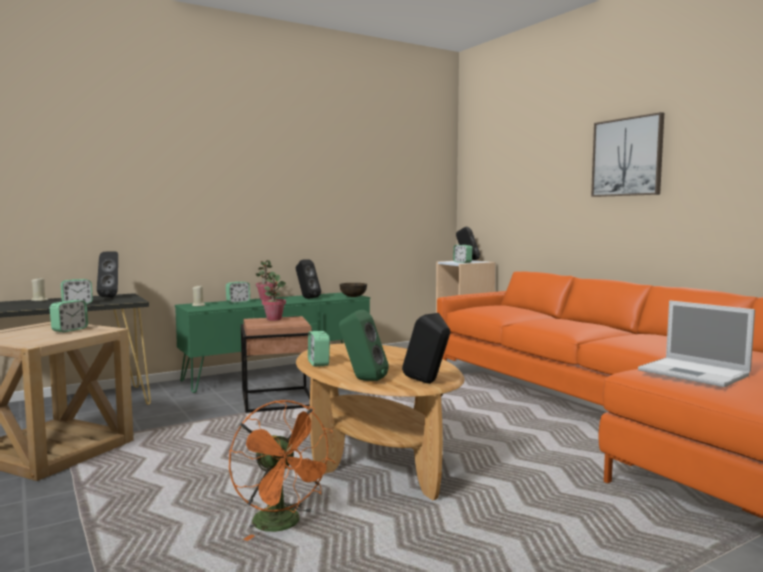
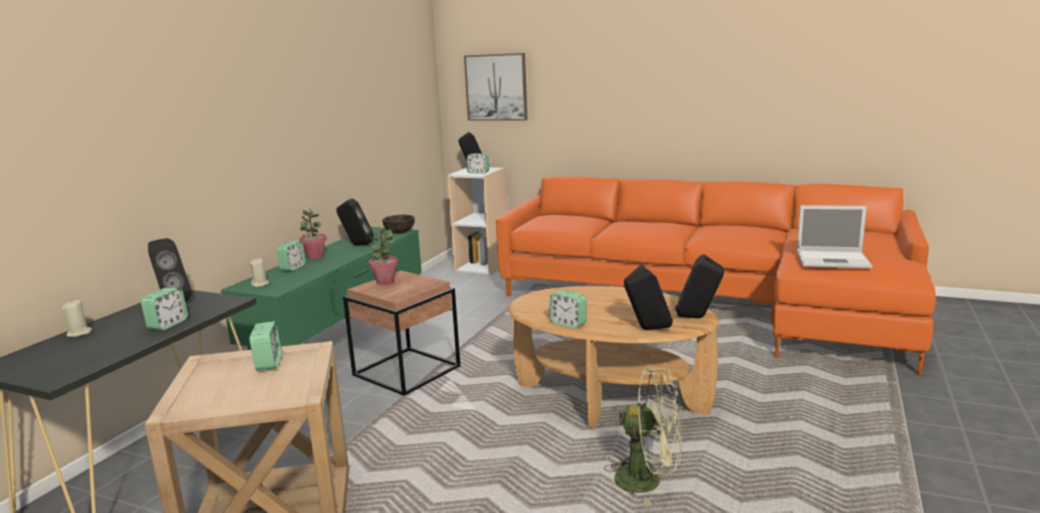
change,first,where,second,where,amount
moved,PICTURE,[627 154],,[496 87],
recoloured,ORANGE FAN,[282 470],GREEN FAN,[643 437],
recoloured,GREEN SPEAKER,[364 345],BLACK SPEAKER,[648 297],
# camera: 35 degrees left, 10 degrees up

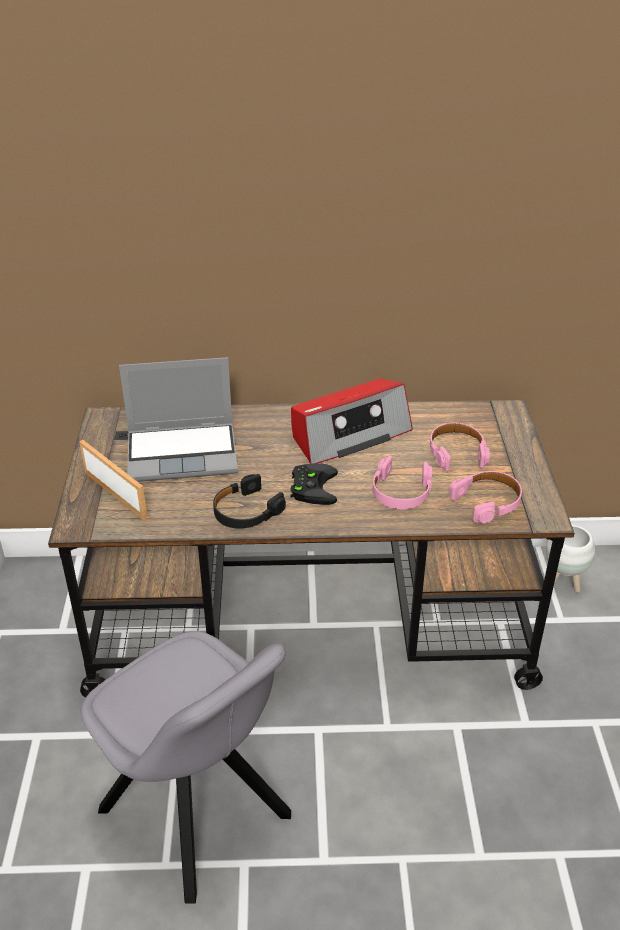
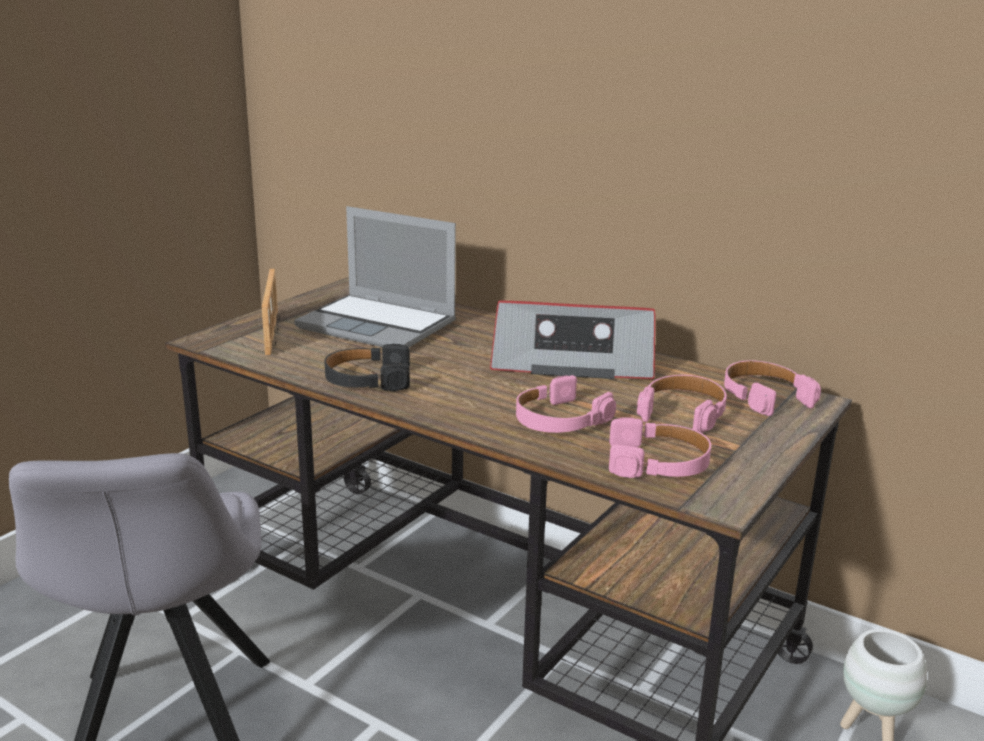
change,first,where,second,where,amount
removed,BLACK GAME CONTROLLER,[314 484],,,
added,,,PINK HEADPHONES,[772 388],
# camera: 35 degrees right, 15 degrees down

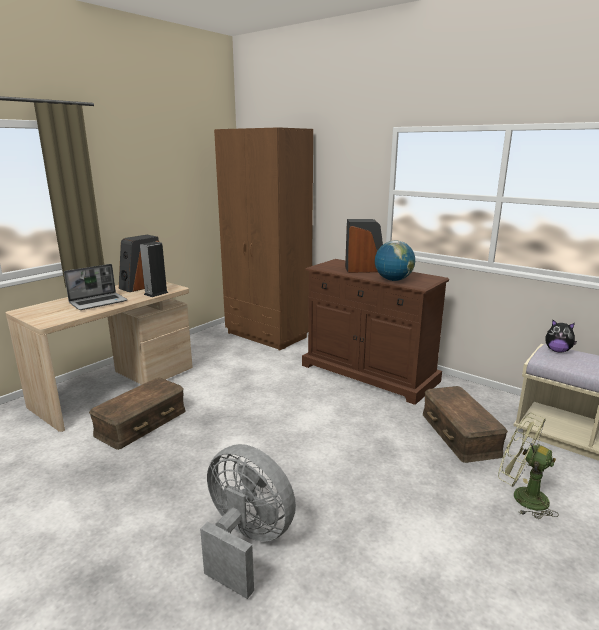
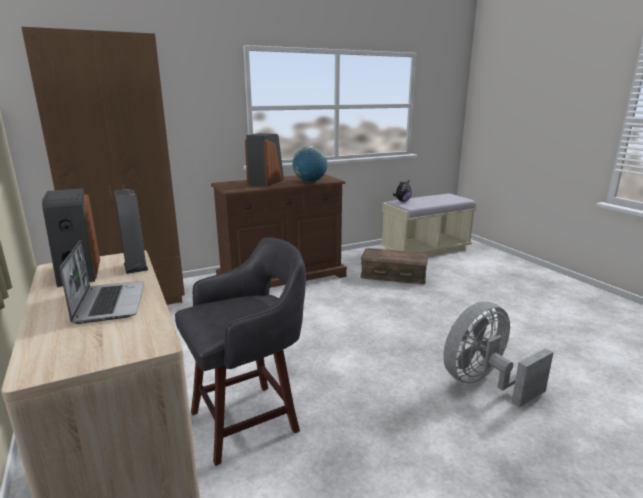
change,first,where,second,where,amount
removed,GREEN FAN,[528 466],,,
replaced,BROWN STORAGE BOX,[137 414],GREY STOOL,[240 352],
# camera: 65 degrees left, 0 degrees up

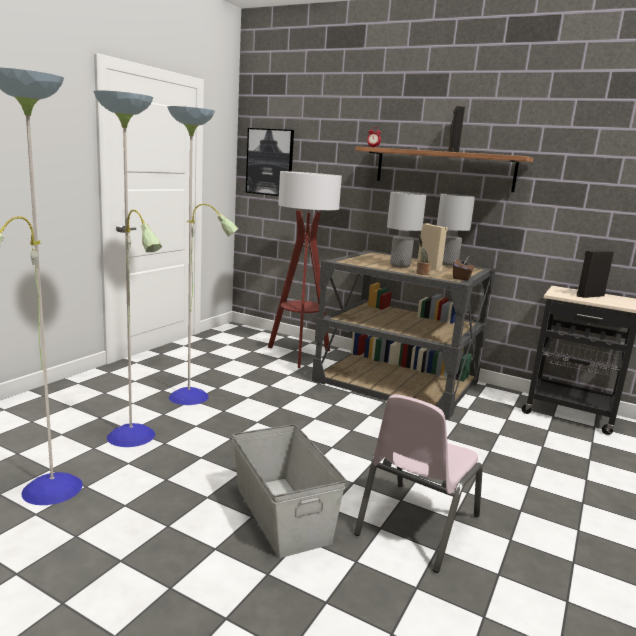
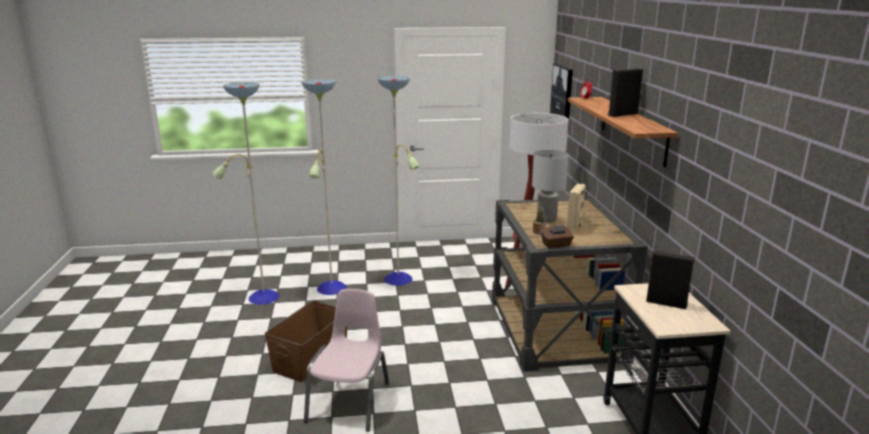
change,first,where,second,where,amount
removed,GREY TABLE LAMP,[456 230],,,
recoloured,GREY STORAGE BOX,[289 491],BROWN STORAGE BOX,[305 341],
turned,PINK CHAIR,[418 484],,[346 360],105 degrees clockwise
# camera: 55 degrees right, 5 degrees up

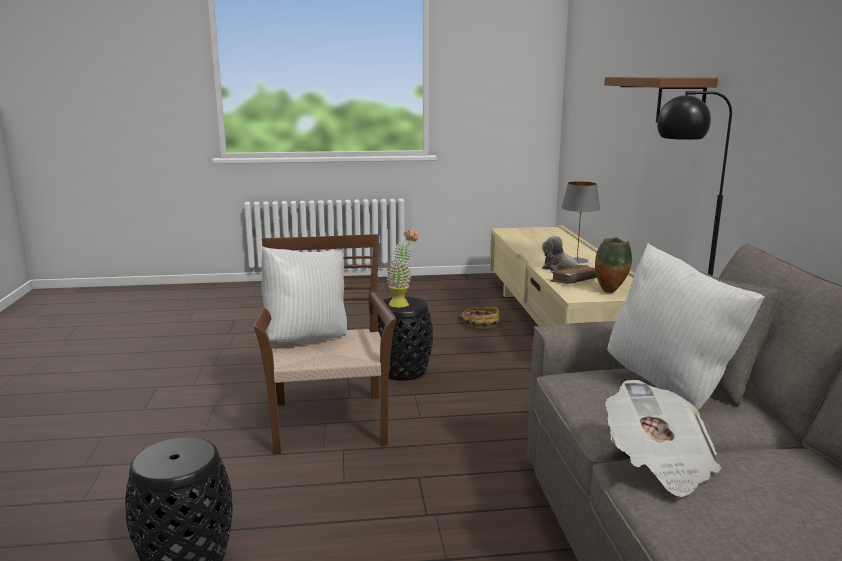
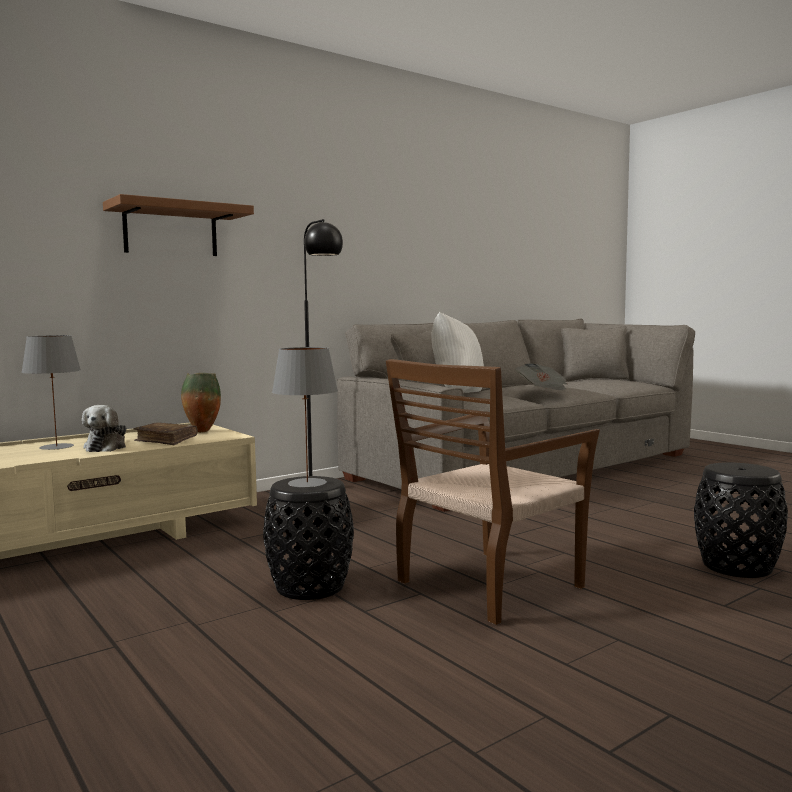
change,first,where,second,where,amount
removed,WHITE PILLOW,[304 294],,,
removed,BASKET,[478 318],,,
replaced,POTTED PLANT,[403 268],GREY TABLE LAMP,[305 417],
# camera: 120 degrees left, 10 degrees down

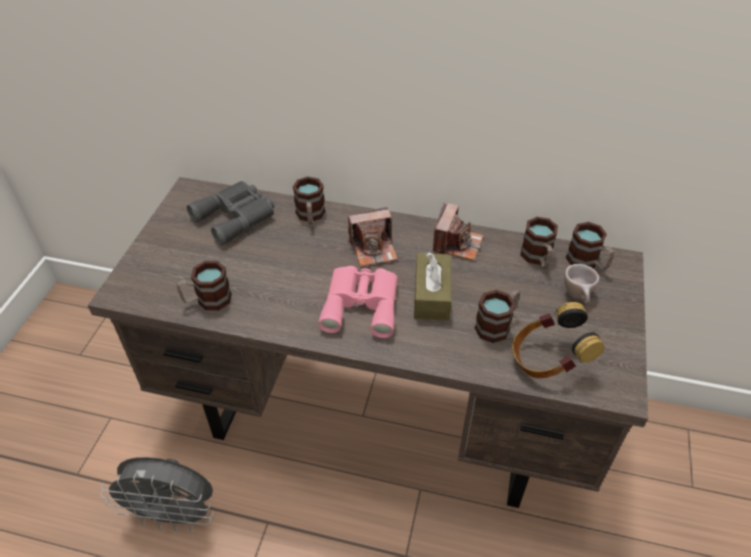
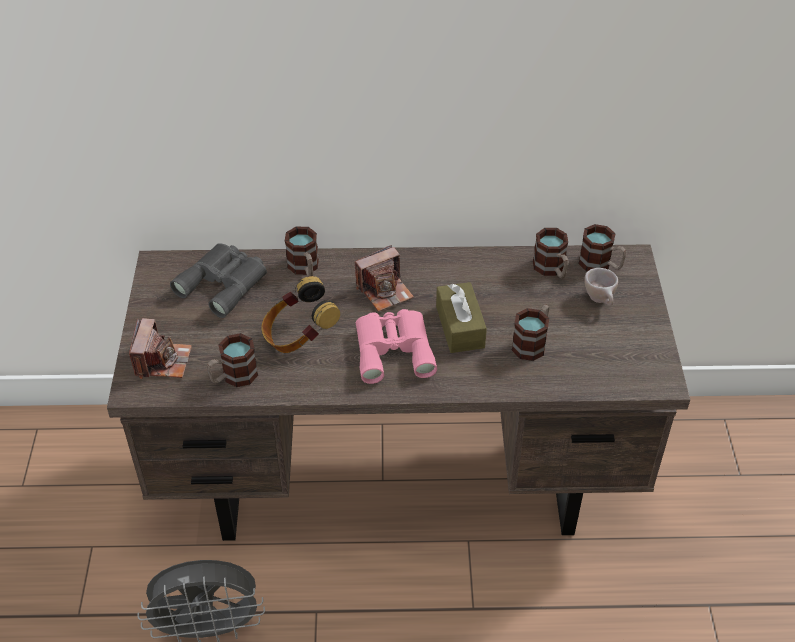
change,first,where,second,where,amount
moved,PHOTO CAMERA,[458 232],,[160 348],
moved,HEADPHONES,[558 340],,[300 314],
# camera: 15 degrees left, 0 degrees up

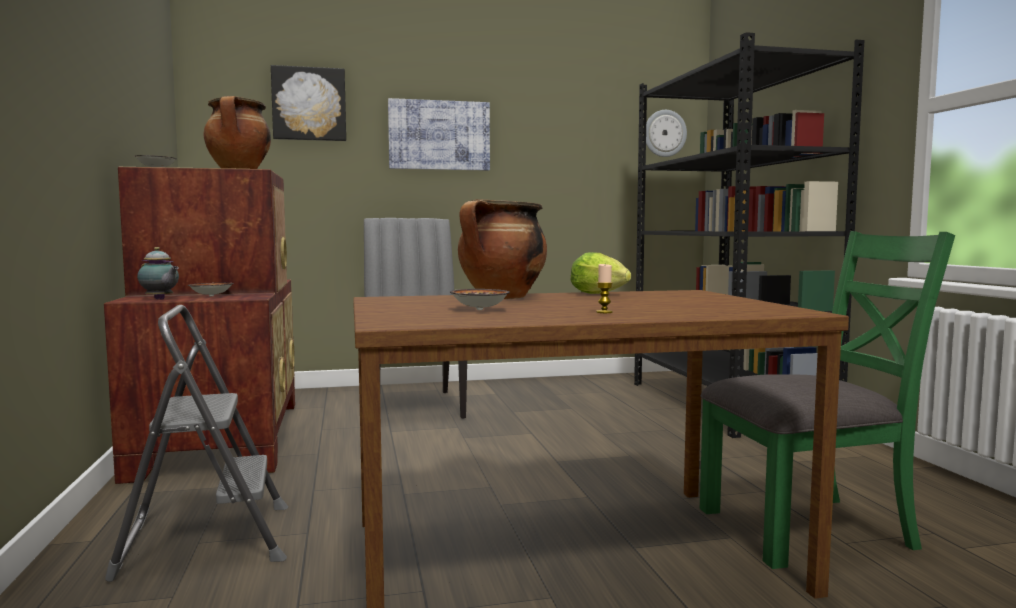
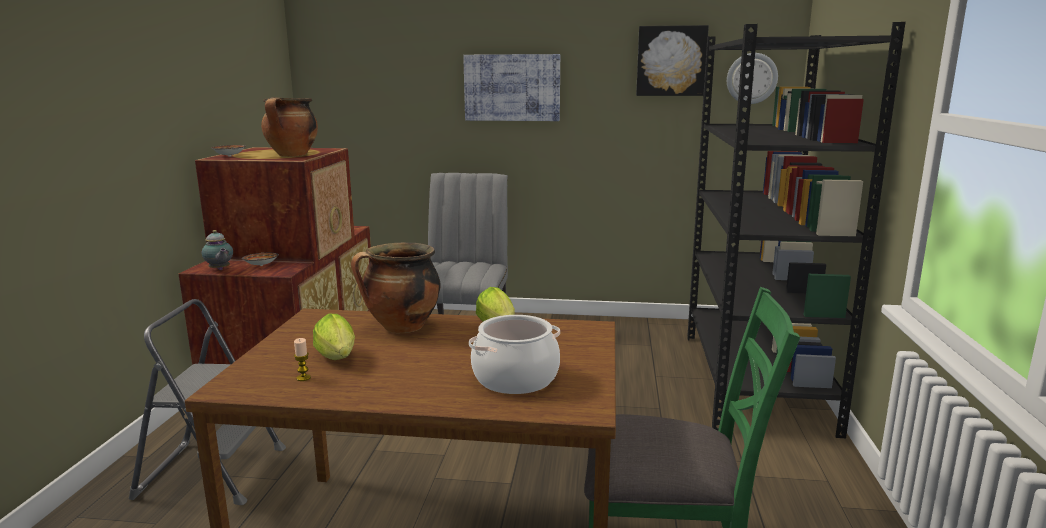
change,first,where,second,where,amount
added,,,COOKING POT,[514 354],
moved,PICTURE,[308 103],,[672 60],
moved,CANDLE,[604 288],,[302 359],
replaced,BOWL,[480 299],LETTUCE,[334 337],
# camera: 20 degrees right, 10 degrees up

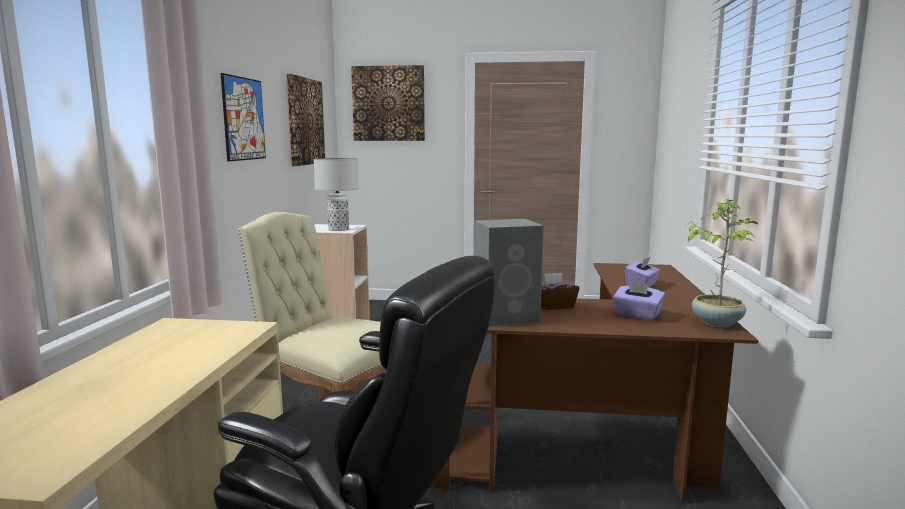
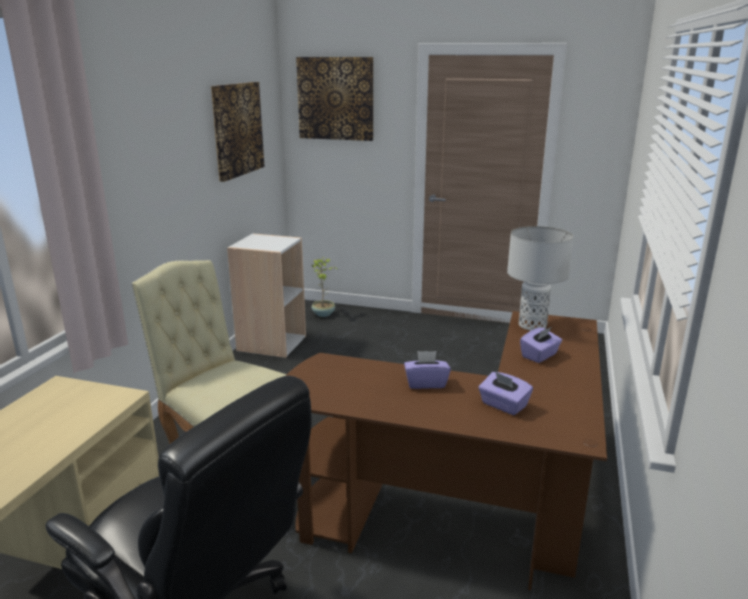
change,first,where,second,where,amount
removed,PICTURE,[243 117],,,
removed,GREY SPEAKER,[508 273],,,
moved,WHITE TABLE LAMP,[336 194],,[540 278],
moved,POTTED PLANT,[722 263],,[324 287],
recoloured,BROWN TISSUE BOX,[560 291],PURPLE TISSUE BOX,[427 370],
# camera: 10 degrees right, 10 degrees up

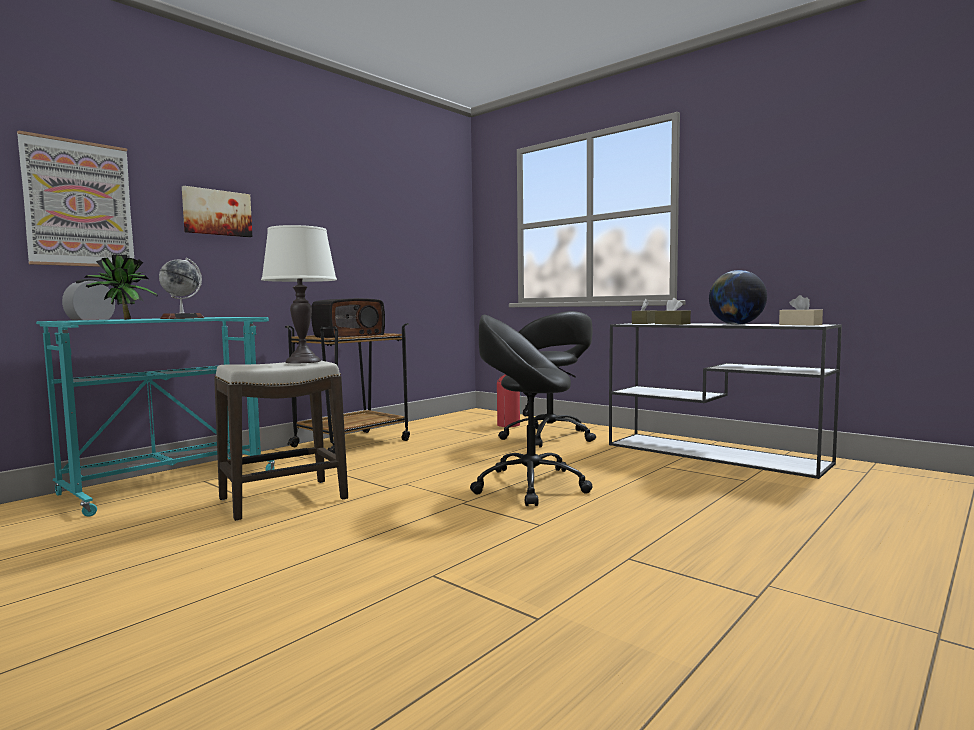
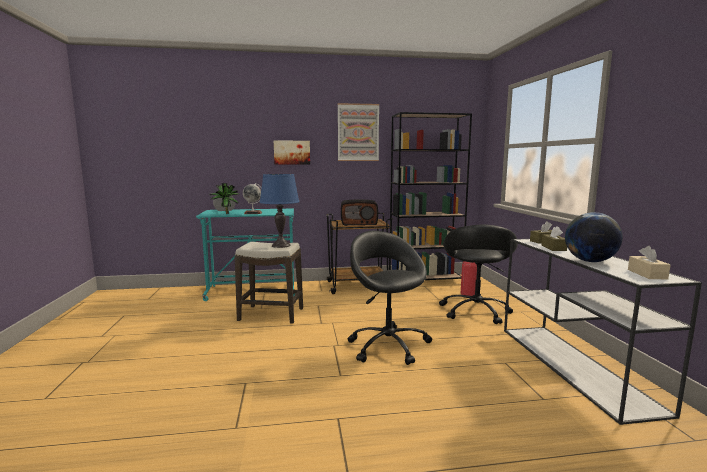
change,first,where,second,where,amount
added,,,BEIGE BOOKCASE,[431 196],
moved,PICTURE,[75 198],,[358 132],
recoloured,WHITE TABLE LAMP,[299 294],BLUE TABLE LAMP,[279 211],
# camera: 40 degrees right, 5 degrees up

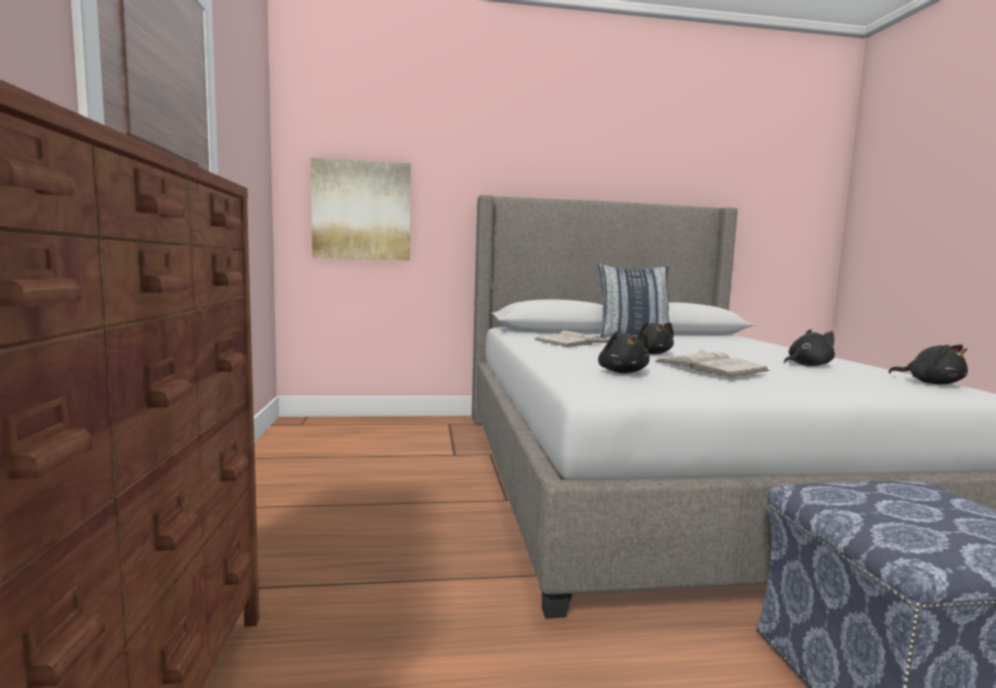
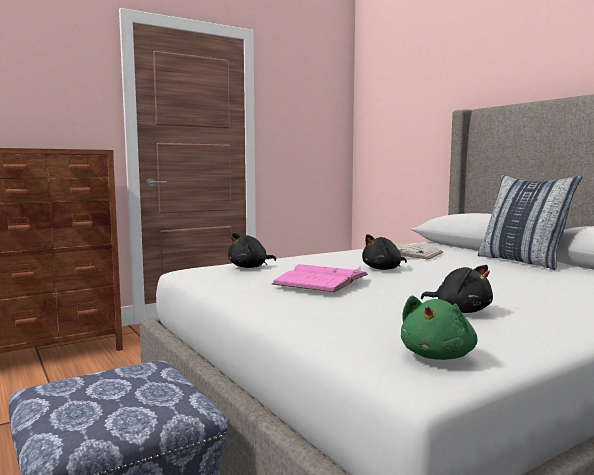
change,first,where,second,where,amount
removed,PICTURE,[361 209],,,
recoloured,WHITE BOOK,[712 363],PINK BOOK,[320 278],
recoloured,BLACK PLUSH TOY,[928 364],GREEN PLUSH TOY,[439 328],
# camera: 65 degrees right, 0 degrees up

